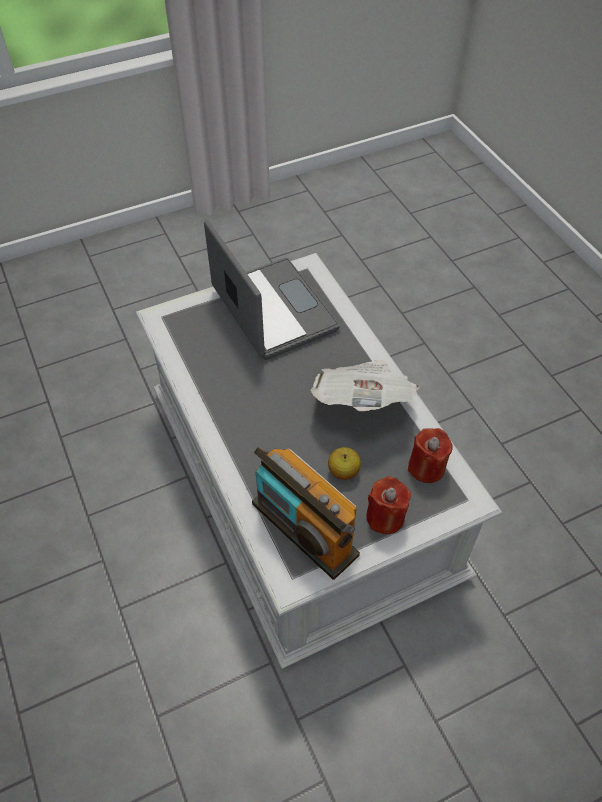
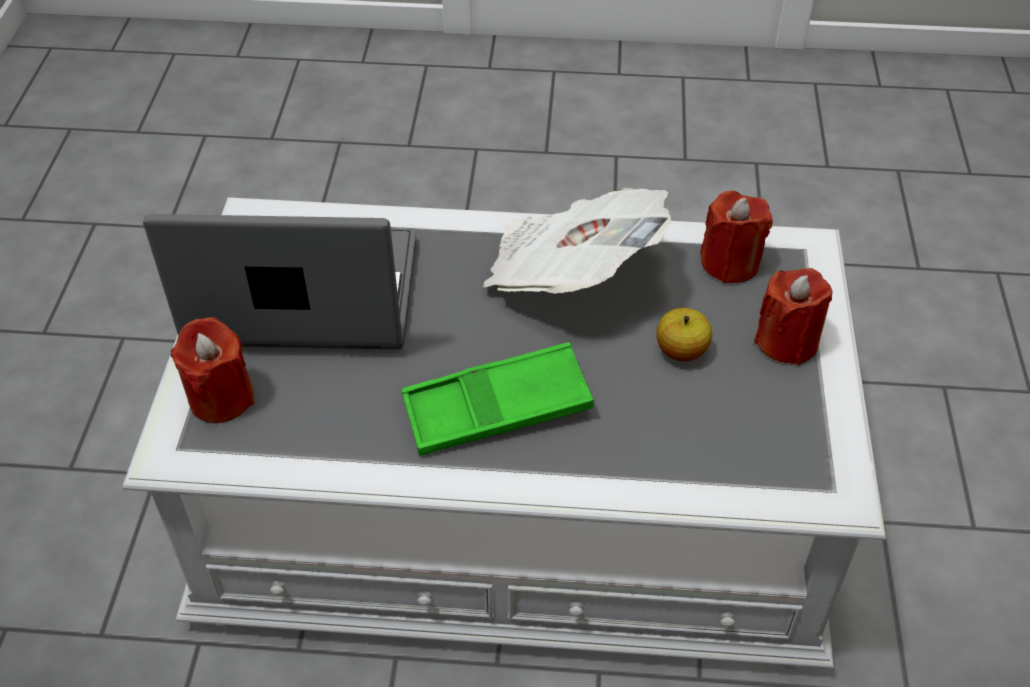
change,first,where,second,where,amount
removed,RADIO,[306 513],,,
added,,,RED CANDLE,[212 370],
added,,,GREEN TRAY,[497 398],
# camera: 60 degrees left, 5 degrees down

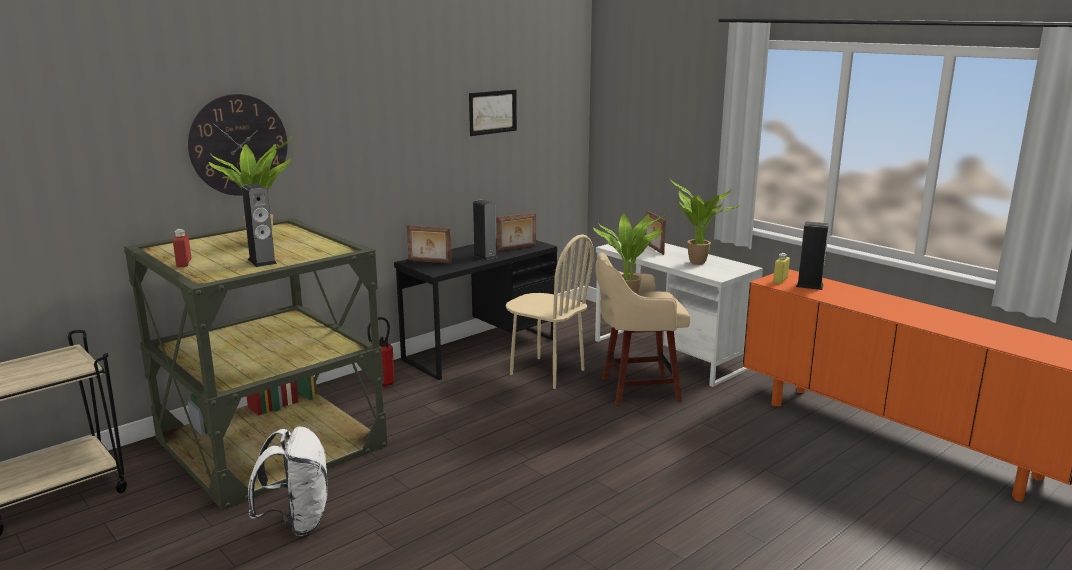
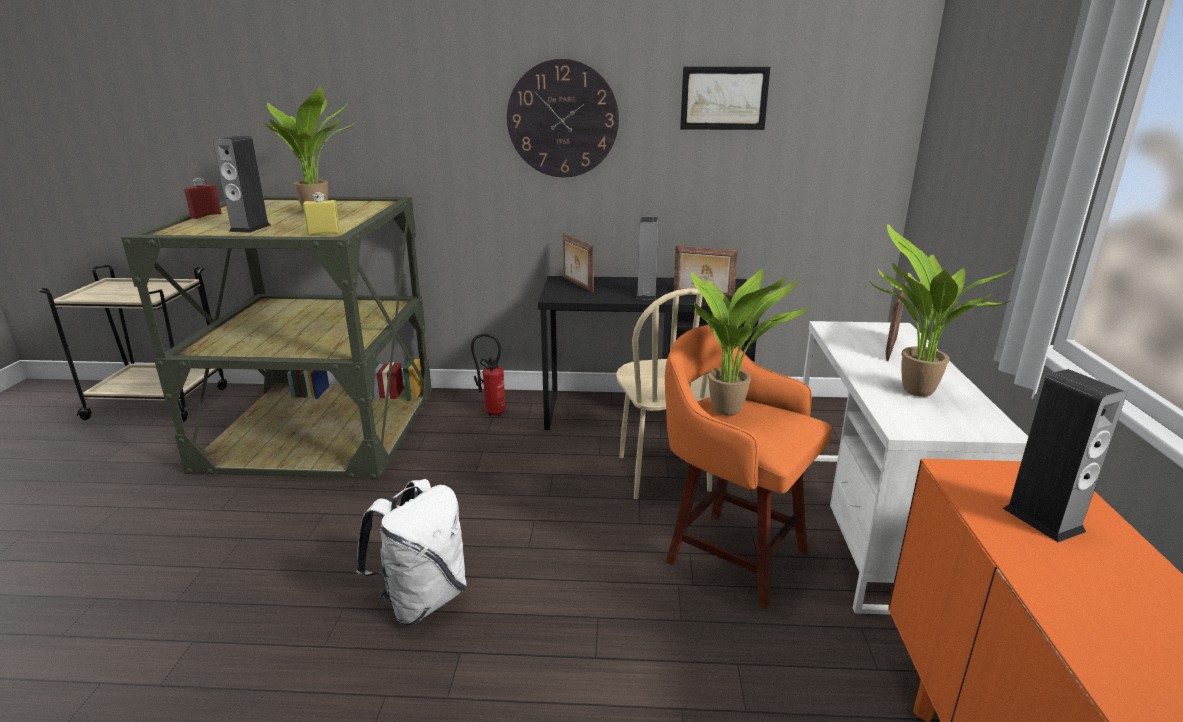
change,first,where,second,where,amount
moved,WALL CLOCK,[238 145],,[563 118],
moved,WHITE BACKPACK,[288 481],,[411 552],
moved,YELLOW BOTTLE,[781 268],,[321 213],
recoloured,BEIGE STOOL,[642 328],ORANGE STOOL,[748 467],
# camera: 45 degrees right, 5 degrees up

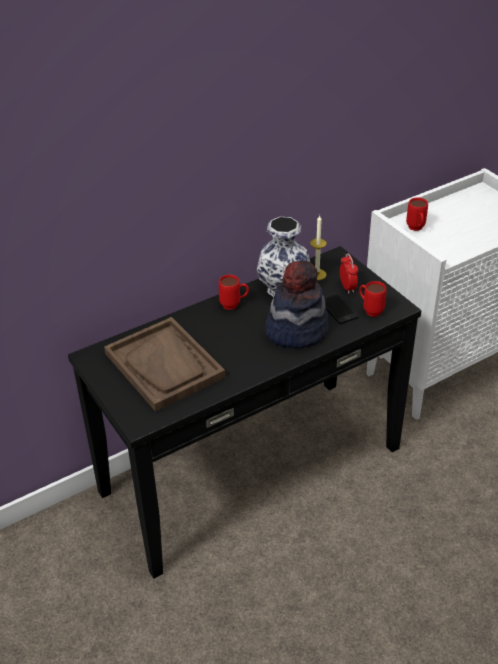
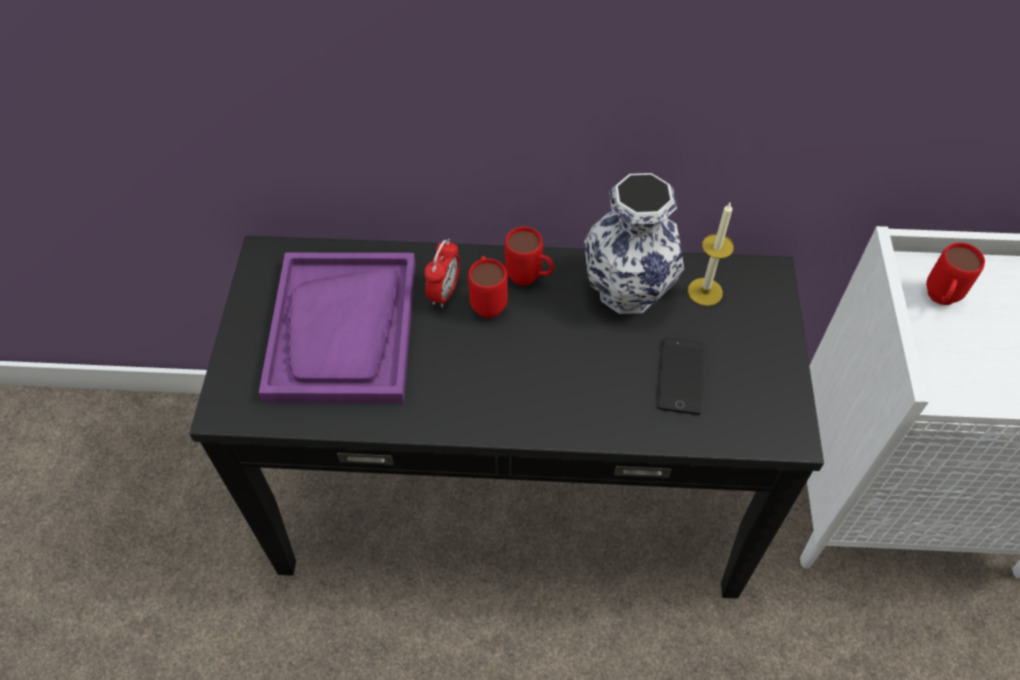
change,first,where,second,where,amount
removed,HAT,[297 304],,,
moved,ALARM CLOCK,[349 273],,[442 273],
moved,RED MUG,[373 299],,[488 287],
recoloured,BROWN TRAY,[164 364],PURPLE TRAY,[337 328],
# camera: 35 degrees right, 15 degrees up

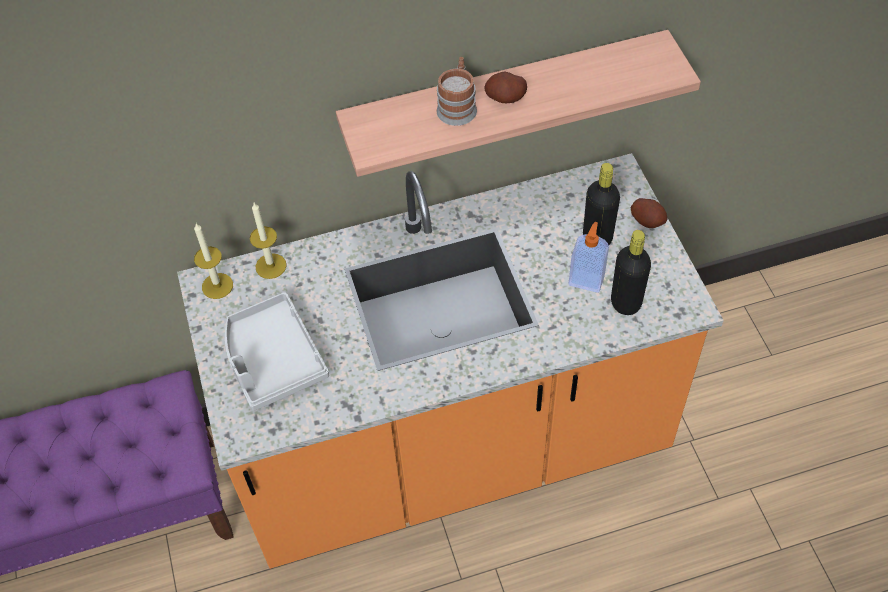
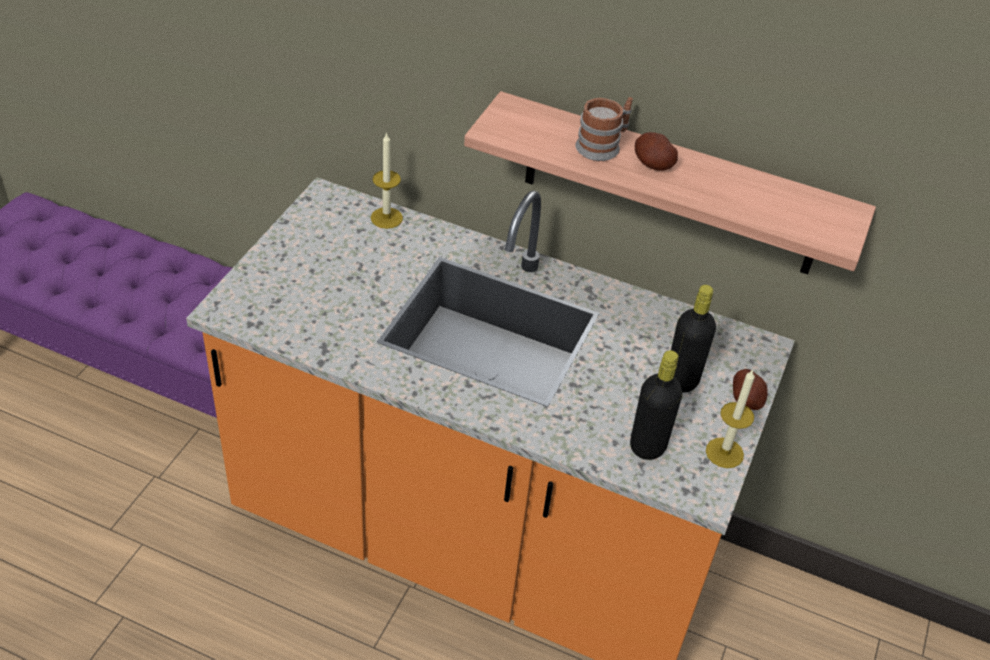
change,first,where,second,where,amount
removed,GREY TRAY,[277 351],,,
removed,SOAP DISPENSER,[589 257],,,
moved,CANDLE,[213 261],,[730 418],
# camera: 35 degrees right, 10 degrees down

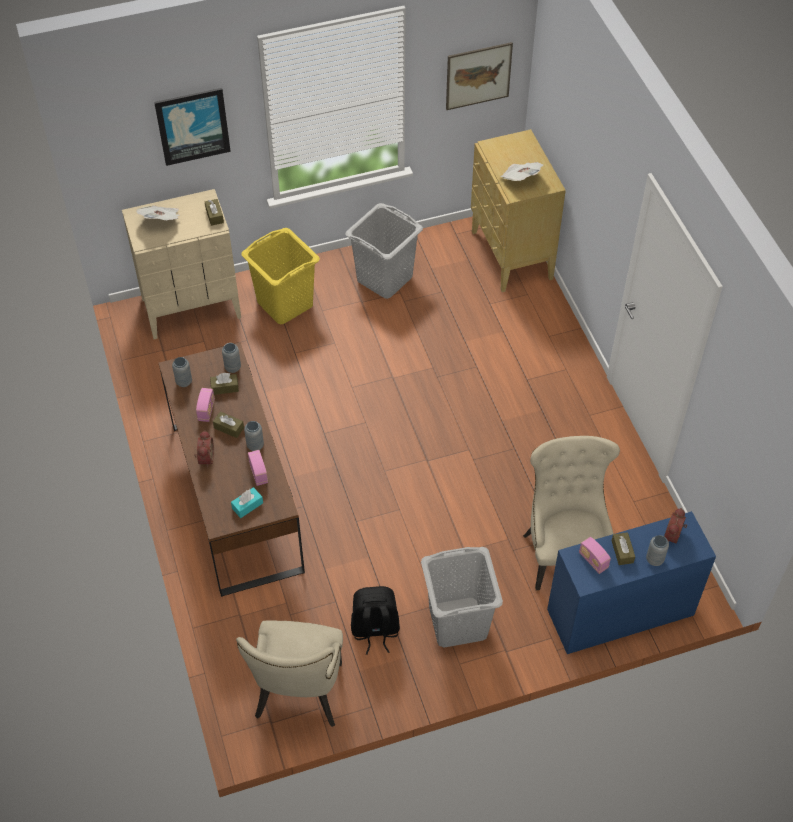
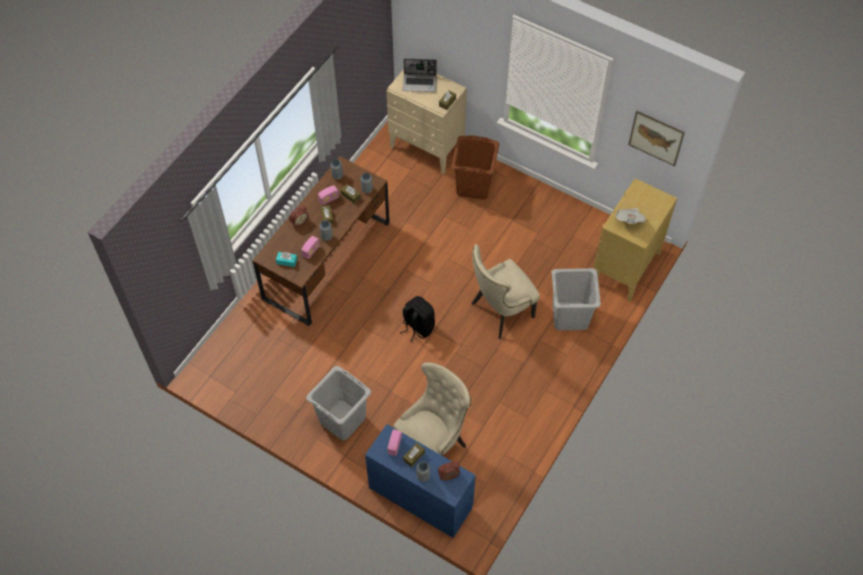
change,first,where,second,where,amount
removed,PICTURE,[192 127],,,
moved,BEIGE CHAIR,[289 673],,[506 291],
moved,GREY LAUNDRY BASKET,[384 251],,[576 299],
moved,BLACK BACKPACK,[375 620],,[417 319],
replaced,NEWSPAPER,[158 212],LAPTOP,[420 75],
recoloured,YELLOW LAUNDRY BASKET,[280 276],BROWN LAUNDRY BASKET,[475 167],
# camera: 50 degrees right, 5 degrees up

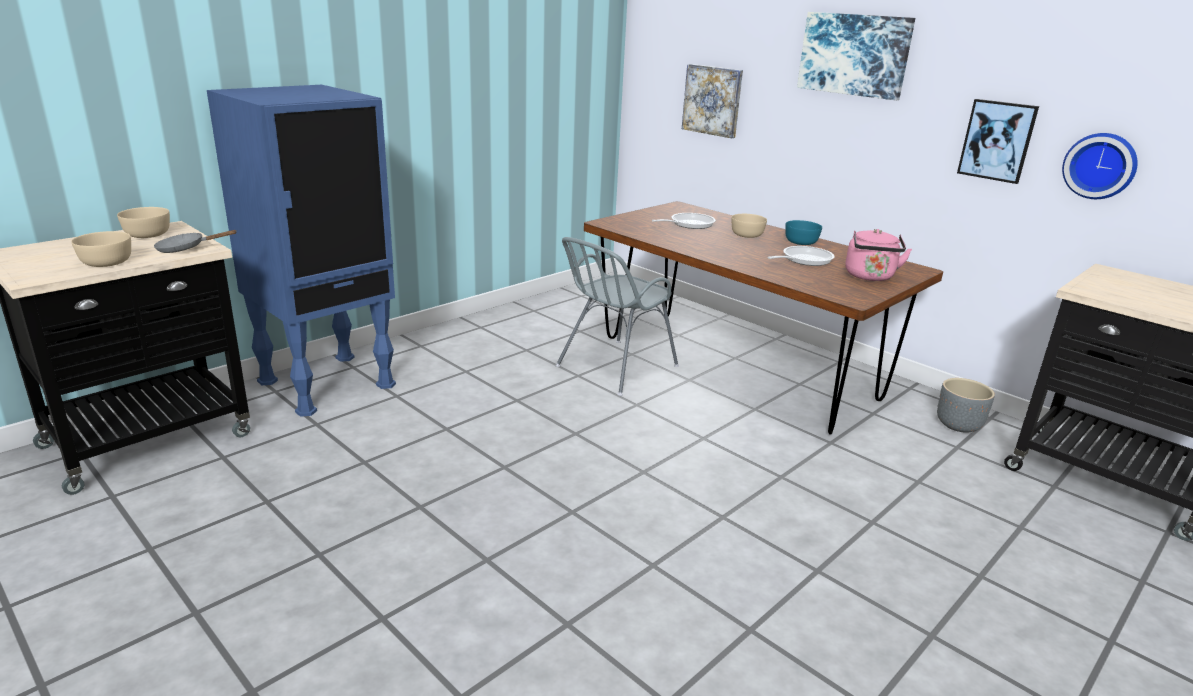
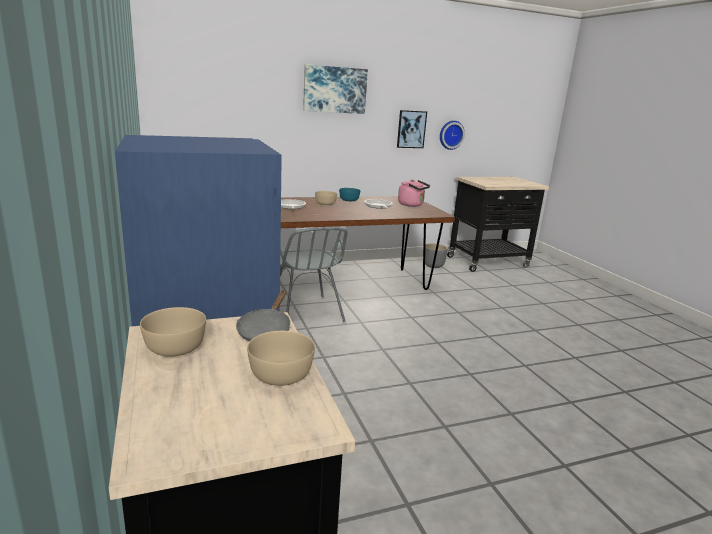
change,first,where,second,where,amount
removed,PICTURE,[712 101],,,
# camera: 65 degrees left, 5 degrees down

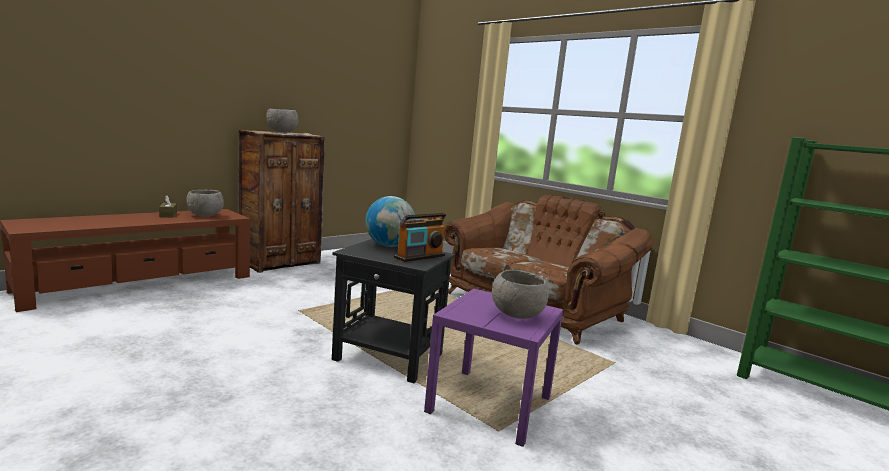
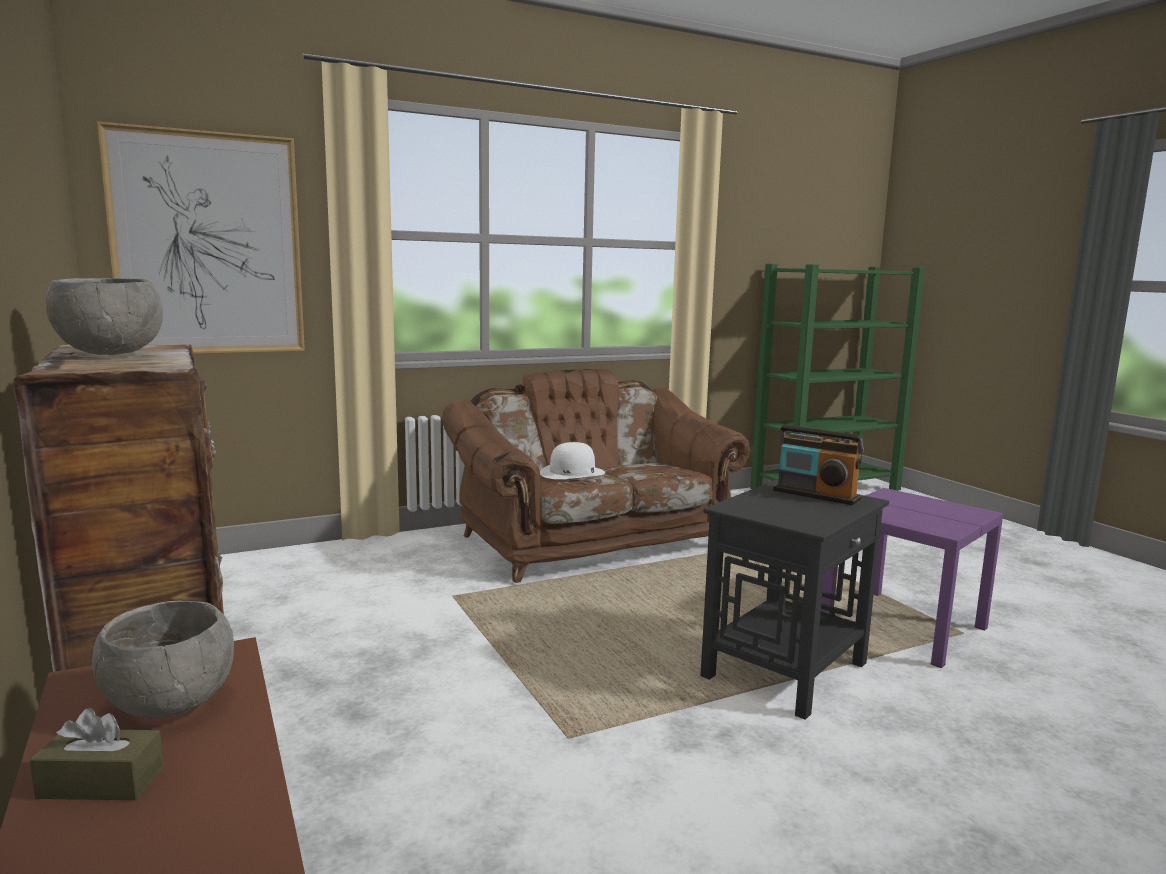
change,first,where,second,where,amount
removed,GLOBE,[390 221],,,
removed,GREY BOWL,[520 294],,,
added,,,PICTURE,[201 237],
added,,,WHITE HAT,[572 460],
turned,RADIO,[420 237],,[818 465],150 degrees clockwise
# camera: 70 degrees left, 0 degrees up

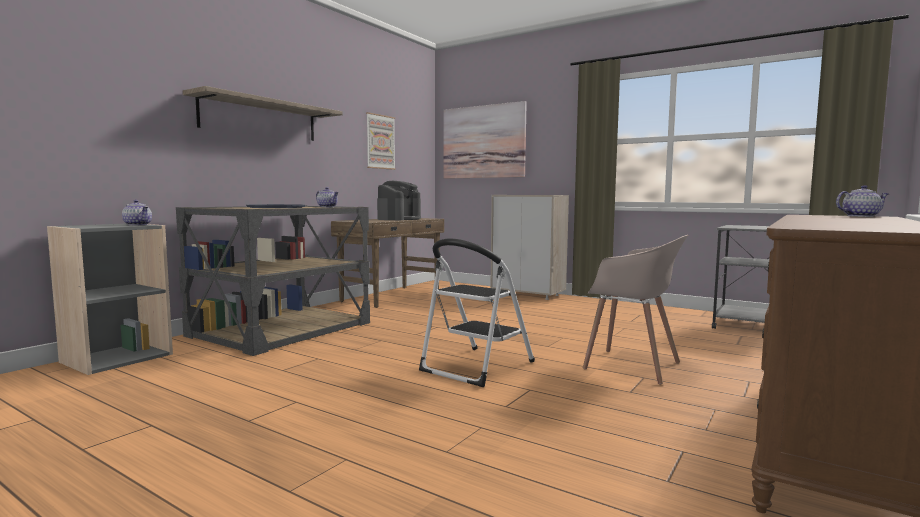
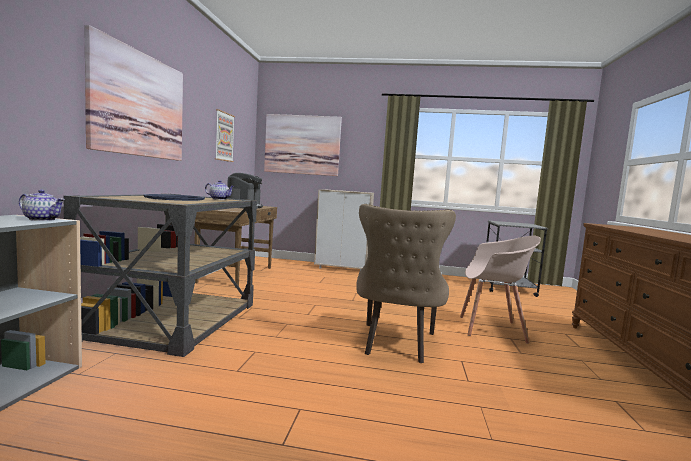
change,first,where,second,where,amount
removed,TEAPOT,[862 201],,,
replaced,SHELF,[263 113],PICTURE,[133 93],
replaced,STEP LADDER,[477 313],BEIGE CHAIR,[406 283],
# camera: 25 degrees left, 0 degrees up

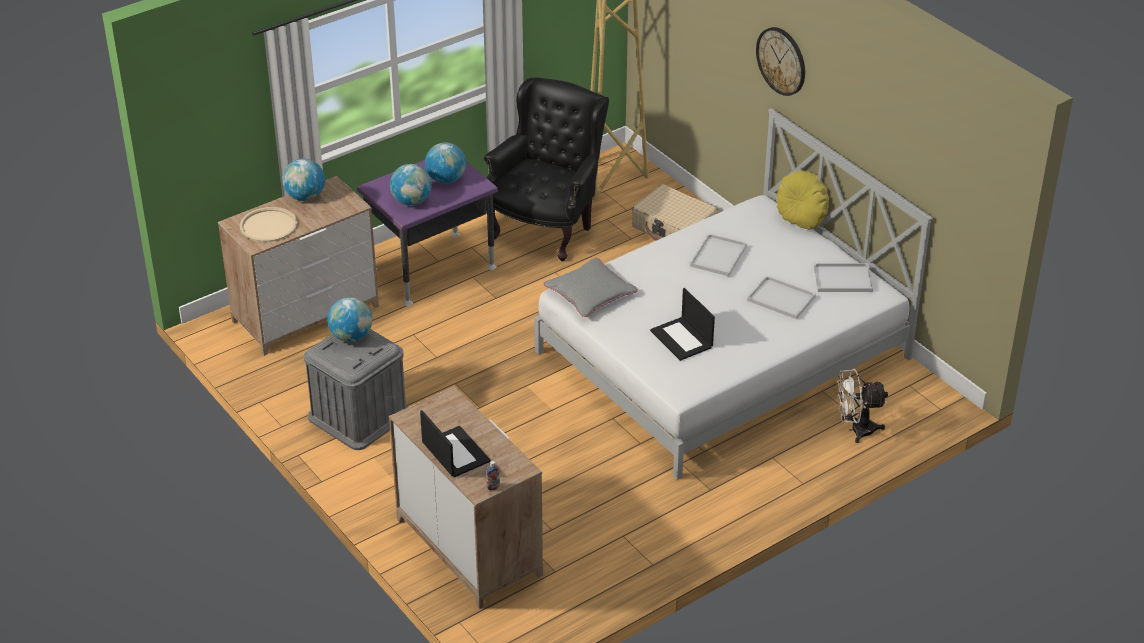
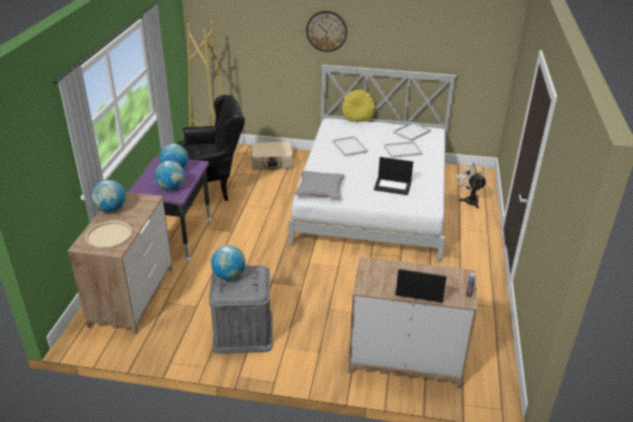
change,first,where,second,where,amount
turned,BLACK ARMCHAIR,[546 169],,[211 151],90 degrees clockwise
turned,WHITE FAN,[862 406],,[471 184],120 degrees clockwise
# camera: 45 degrees left, 5 degrees down

